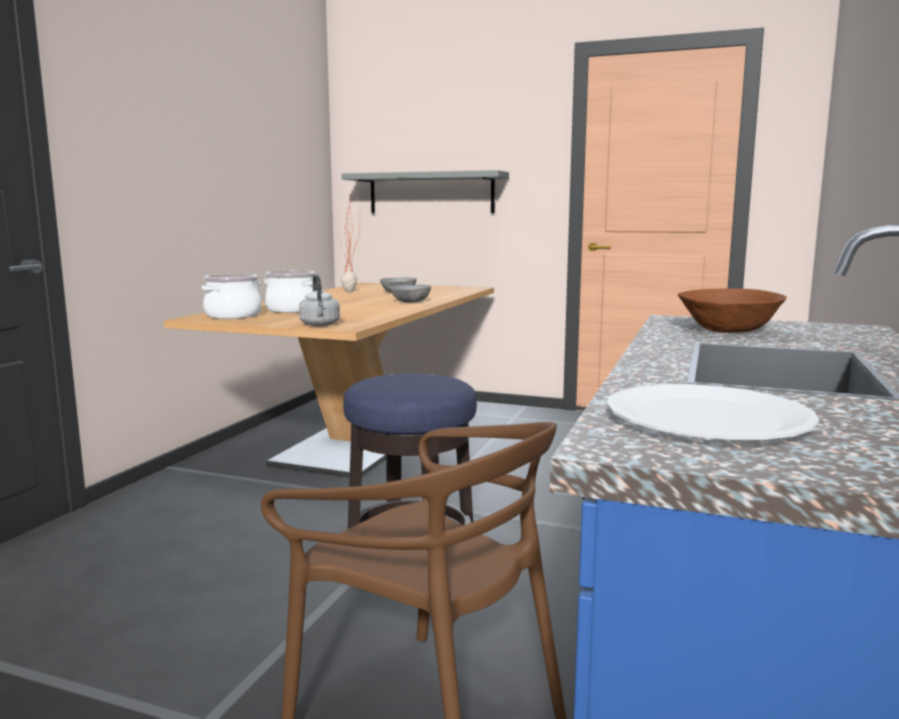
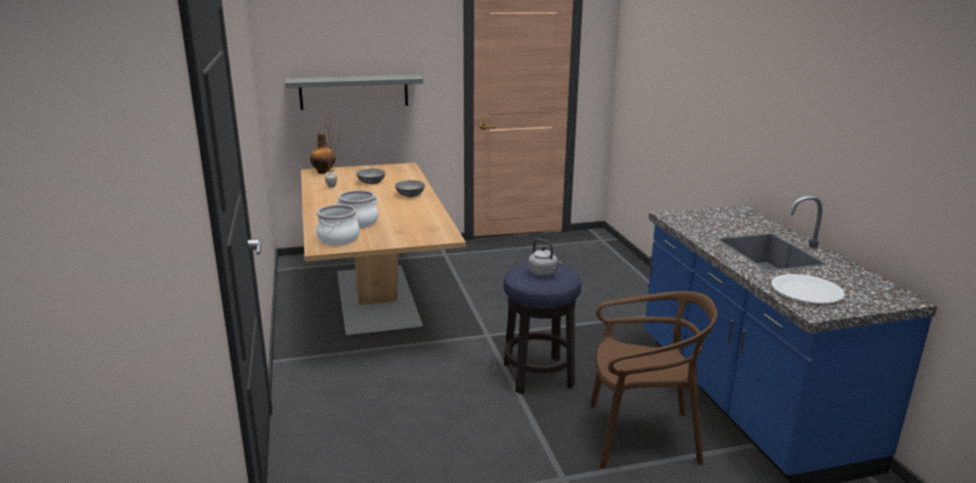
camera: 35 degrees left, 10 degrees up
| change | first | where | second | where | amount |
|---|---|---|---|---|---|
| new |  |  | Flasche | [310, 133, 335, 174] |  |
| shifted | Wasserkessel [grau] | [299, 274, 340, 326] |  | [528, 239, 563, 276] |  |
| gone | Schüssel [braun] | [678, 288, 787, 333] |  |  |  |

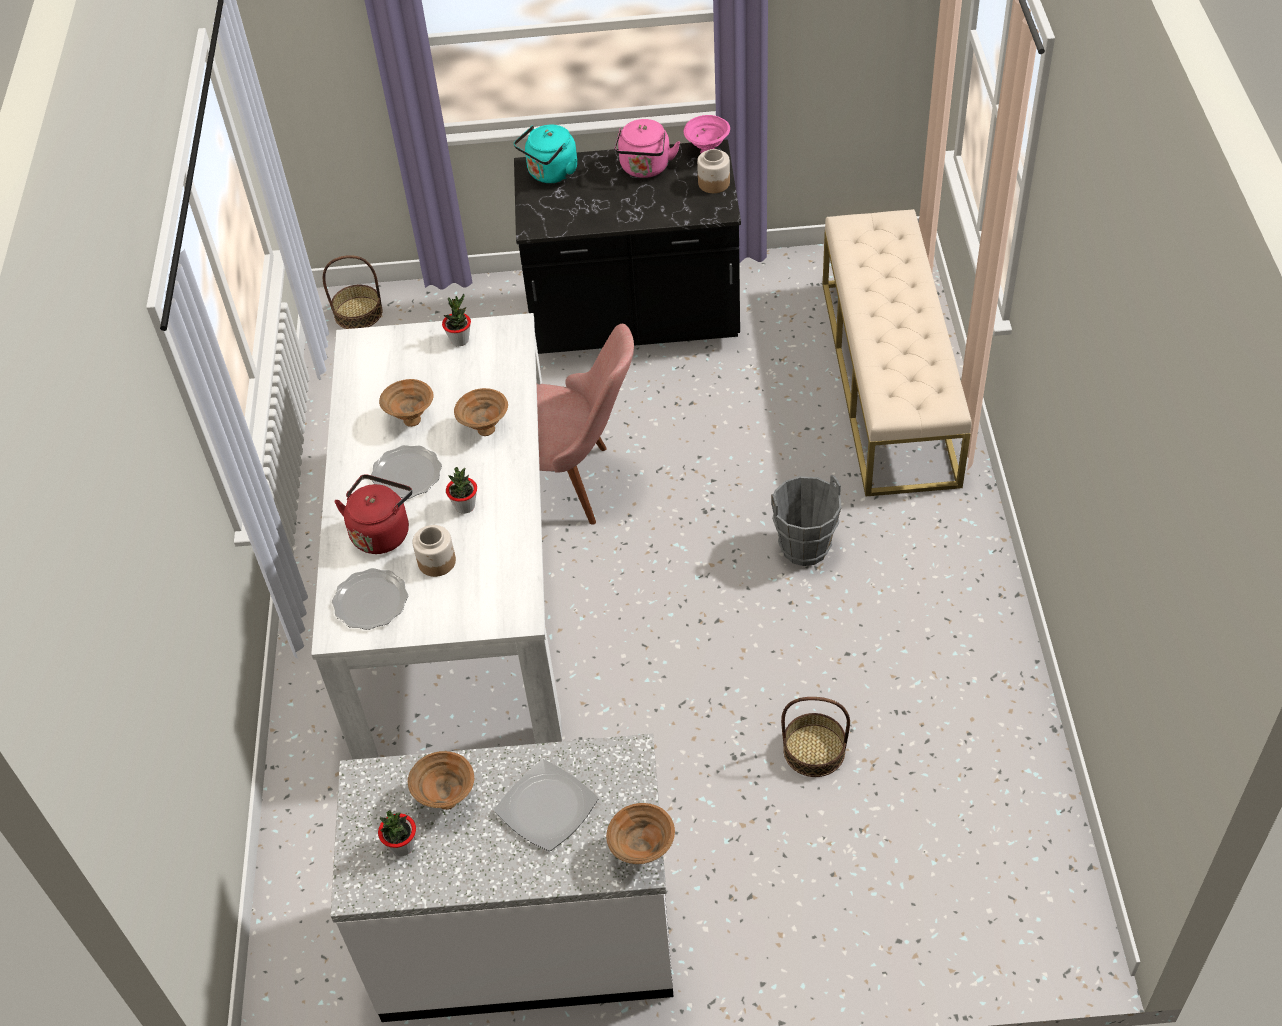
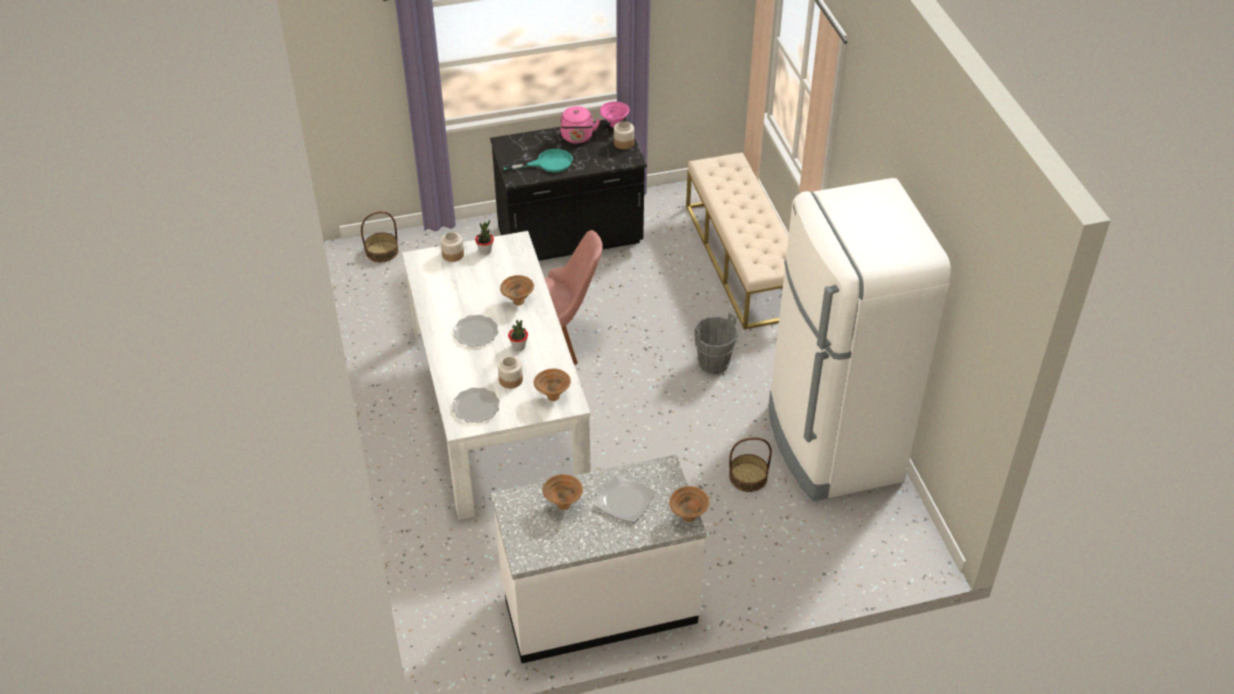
camera: 15 degrees left, 5 degrees down
| change | first | where | second | where | amount |
|---|---|---|---|---|---|
| new |  |  | Vorratsglas | [440, 232, 464, 262] |  |
| new |  |  | Pfanne [türkis] | [504, 149, 573, 172] |  |
| shifted | Schüssel [braun] | [379, 379, 434, 427] |  | [534, 368, 571, 401] |  |
| new |  |  | Kühlschrank [weiß] | [769, 178, 951, 501] |  |
| gone | Wasserkessel [rot] | [334, 474, 412, 554] |  |  |  |
| gone | Topfpflanze | [378, 810, 416, 856] |  |  |  |
| gone | Wasserkessel [türkis] | [514, 125, 577, 183] |  |  |  |

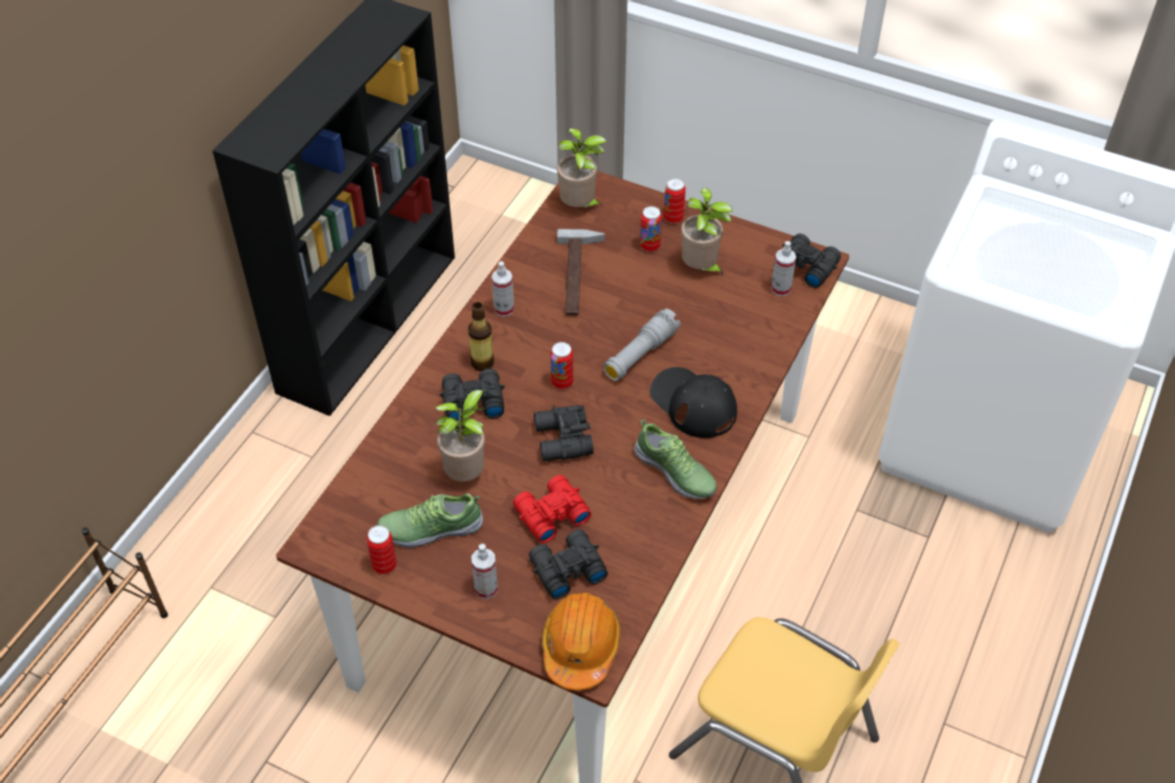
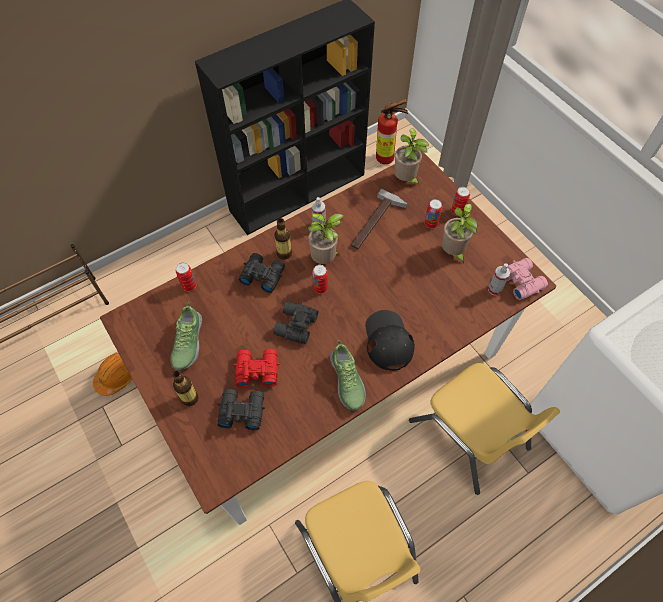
camera: 30 degrees right, 10 degrees up
| change | first | where | second | where | amount |
|---|---|---|---|---|---|
| shifted | Schutzhelm [orange] | [542, 593, 621, 690] |  | [93, 353, 133, 396] |  |
| rotated | Schuh | [377, 493, 483, 548] |  | [171, 302, 202, 370] | 105 degrees counterclockwise |
| swapped | Sprühflasche | [471, 544, 498, 599] | Flasche | [172, 370, 199, 406] |  |
| shifted | Dose | [367, 525, 397, 574] |  | [176, 262, 196, 291] |  |
| shifted | Topfpflanze | [435, 389, 486, 482] |  | [308, 213, 344, 264] |  |
| new |  |  | Feuerlöscher | [376, 99, 408, 164] |  |
| new |  |  | Stuhl [gelb] | [409, 363, 560, 495] |  |
| repainted | Fernglas [schwarz] | [774, 234, 841, 288] | Fernglas [rosa] | [507, 258, 548, 300] |  |
| gone | Taschenlampe [grau] | [603, 309, 681, 381] |  |  |  |

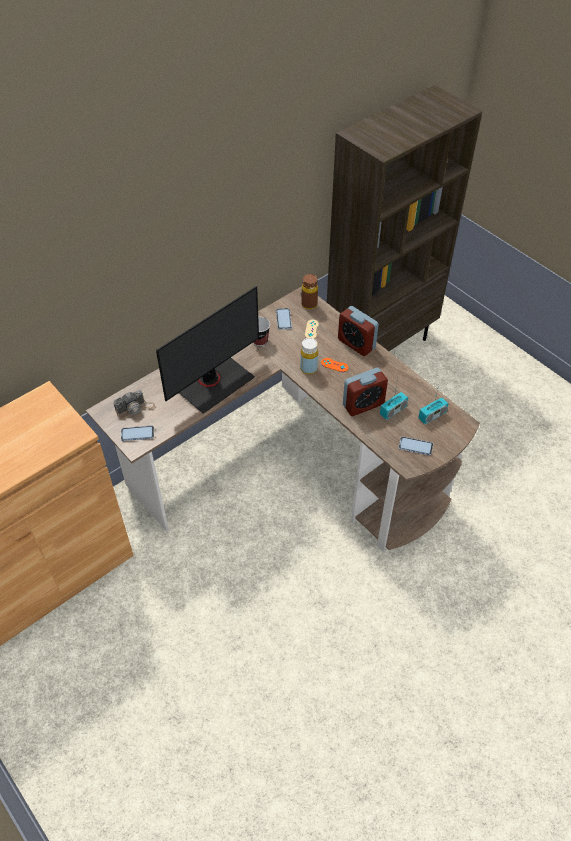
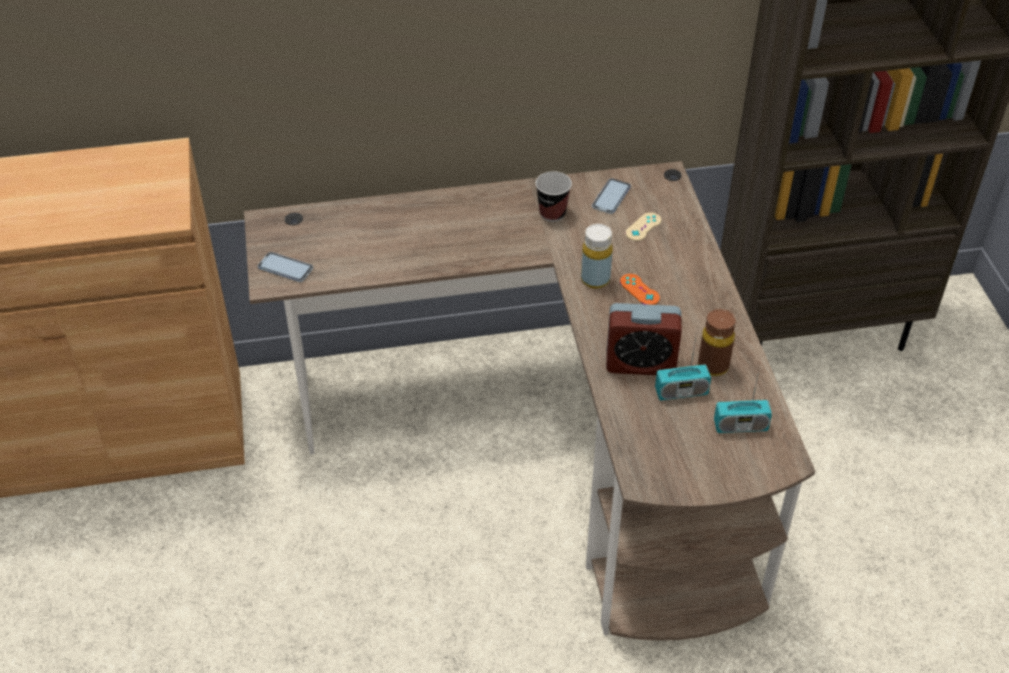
camera: 30 degrees right, 5 degrees down
| change | first | where | second | where | amount |
|---|---|---|---|---|---|
| shifted | Flasche [braun] | [301, 274, 318, 310] |  | [698, 309, 736, 376] |  |
| gone | Kamera | [114, 390, 155, 419] |  |  |  |
| gone | Monitor | [156, 286, 259, 414] |  |  |  |
| gone | Wecker | [338, 306, 379, 356] |  |  |  |
| gone | Handy | [398, 436, 433, 456] |  |  |  |

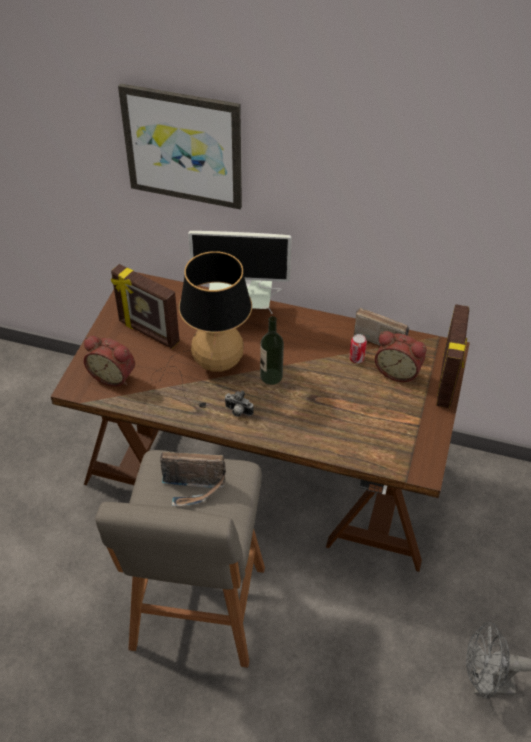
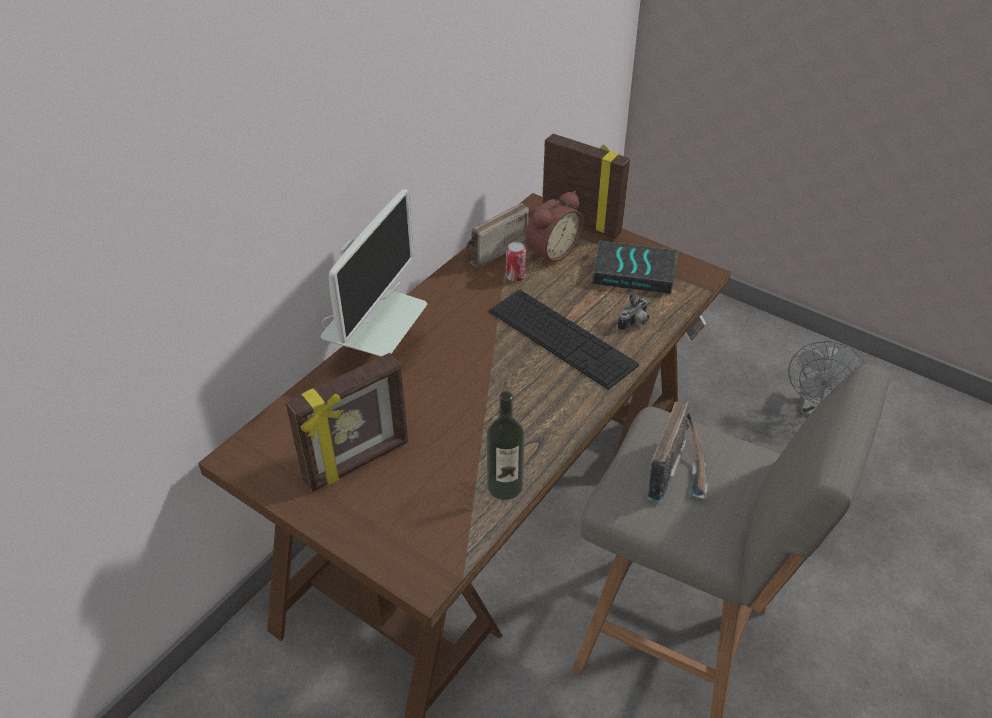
camera: 70 degrees left, 5 degrees down
| change | first | where | second | where | amount |
|---|---|---|---|---|---|
| shifted | Flasche | [260, 316, 284, 385] |  | [487, 391, 525, 500] |  |
| new |  |  | Tastatur | [489, 290, 639, 390] |  |
| new |  |  | Buch | [592, 241, 679, 294] |  |
| shifted | Kamera | [224, 390, 254, 417] |  | [618, 293, 650, 331] |  |
| gone | Wecker | [84, 336, 135, 387] |  |  |  |
| gone | Bild | [118, 83, 242, 209] |  |  |  |
| gone | Tischlampe | [151, 251, 252, 408] |  |  |  |

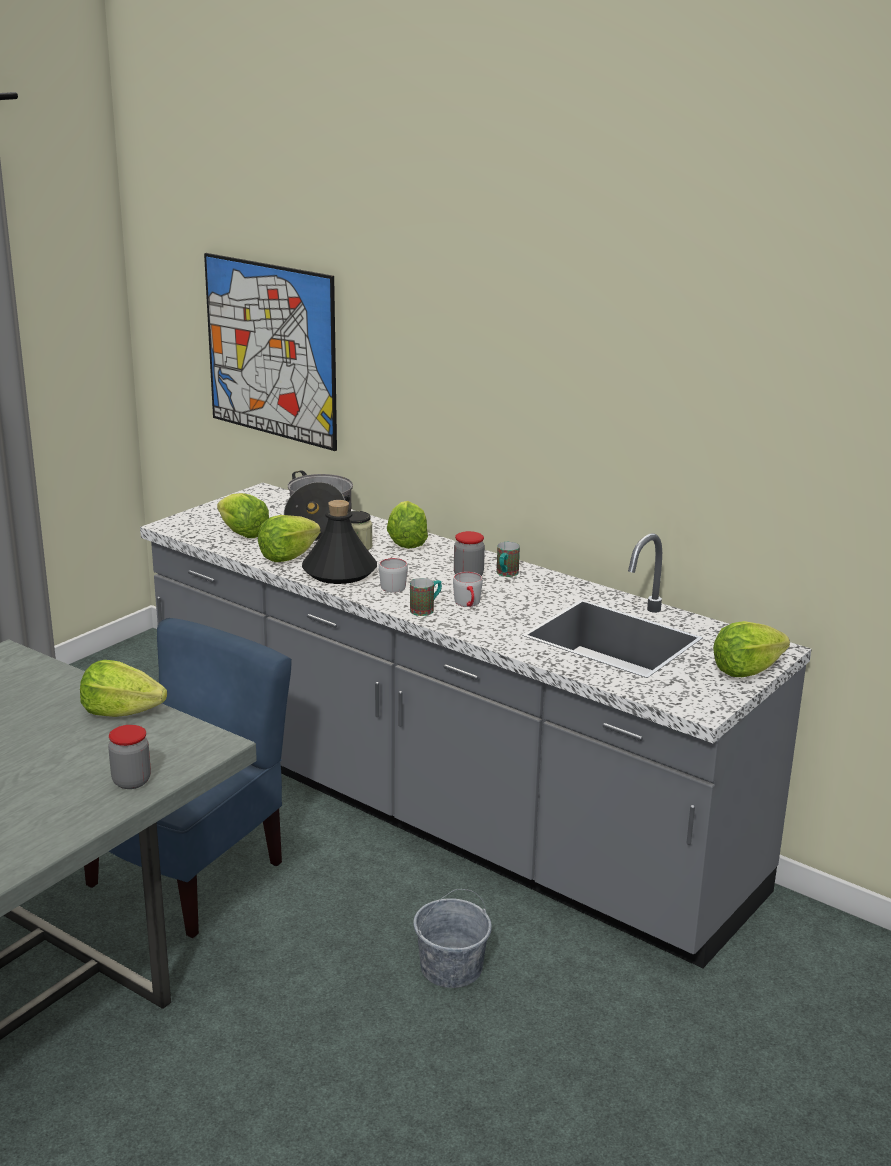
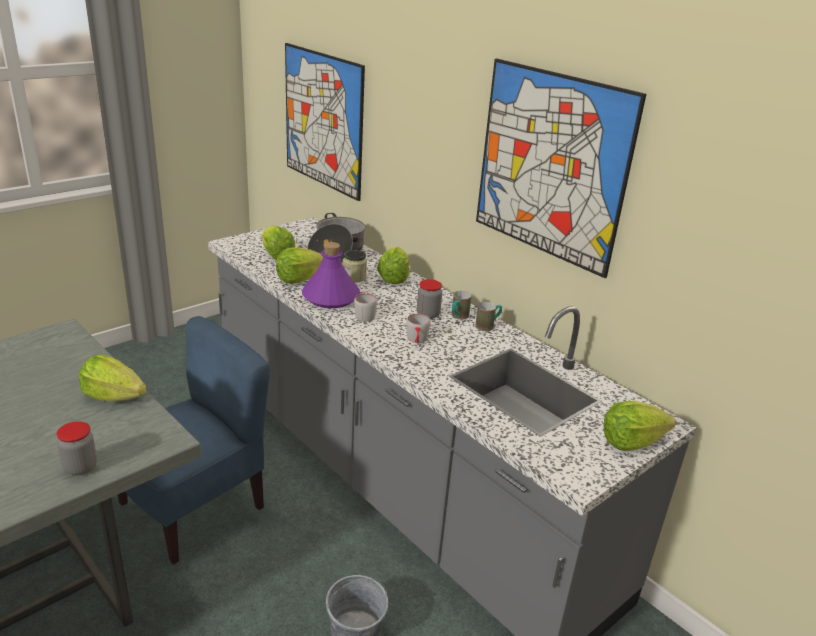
camera: 10 degrees right, 5 degrees up
| change | first | where | second | where | amount |
|---|---|---|---|---|---|
| repainted | Flasche [schwarz] | [302, 500, 377, 584] | Flasche [lila] | [302, 242, 360, 308] |  |
| shifted | Henkelbecher | [410, 578, 442, 616] |  | [475, 302, 502, 331] |  |
| new |  |  | Bild | [476, 59, 646, 278] |  |

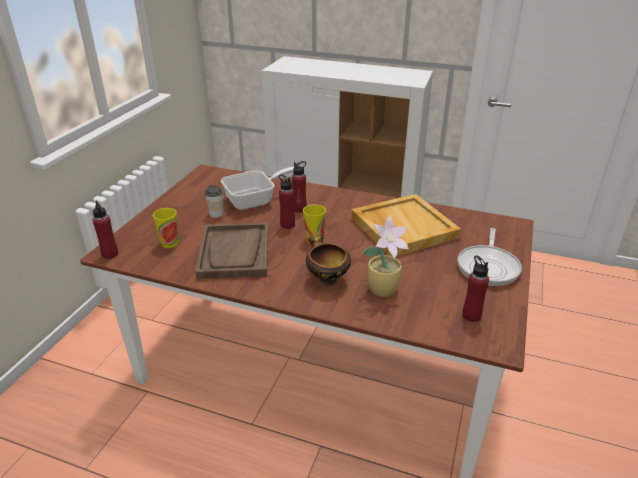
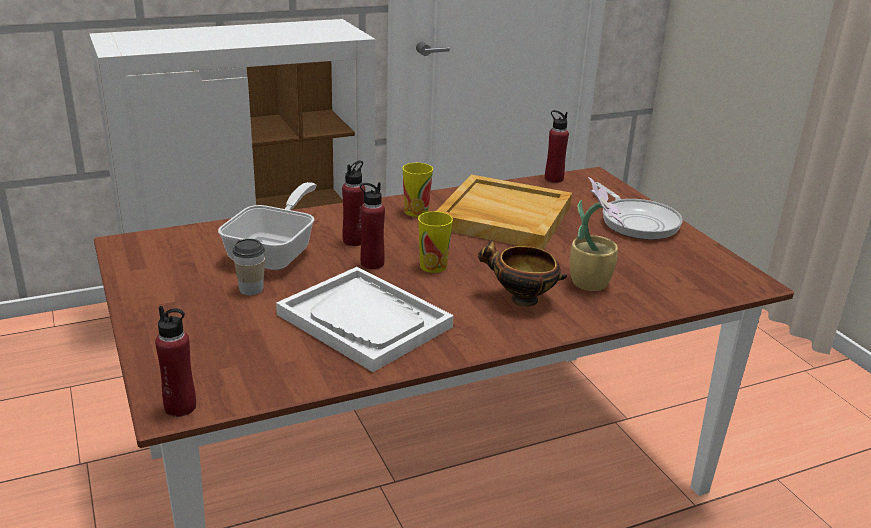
camera: 45 degrees left, 5 degrees down
| change | first | where | second | where | amount |
|---|---|---|---|---|---|
| repainted | Tablett [braun] | [195, 223, 268, 279] | Tablett [weiß] | [276, 267, 453, 372] |  |
| shifted | Tasse | [153, 208, 179, 248] |  | [402, 163, 433, 217] |  |
| shifted | Flasche [rot] | [462, 255, 489, 322] |  | [545, 110, 569, 183] |  |

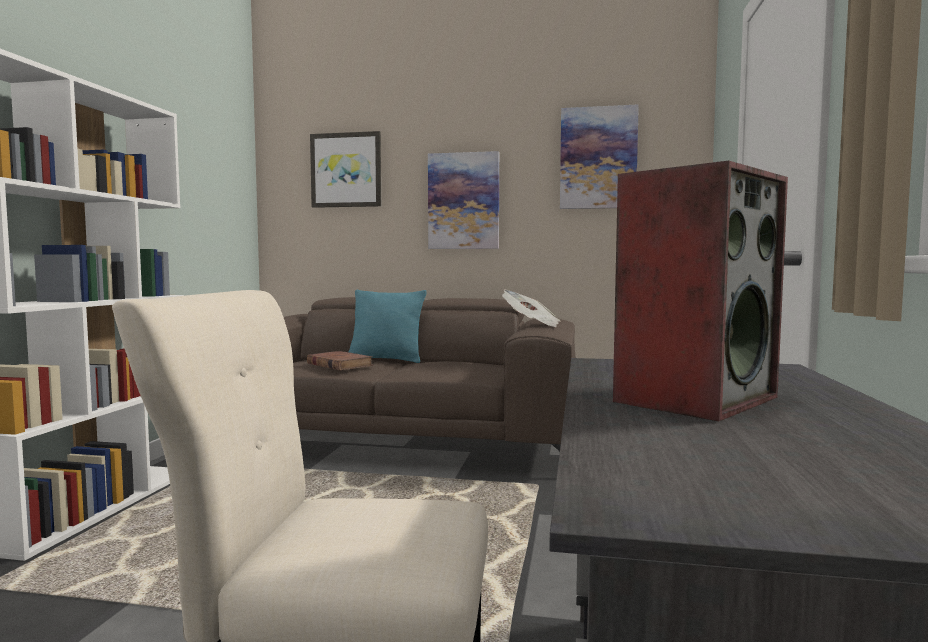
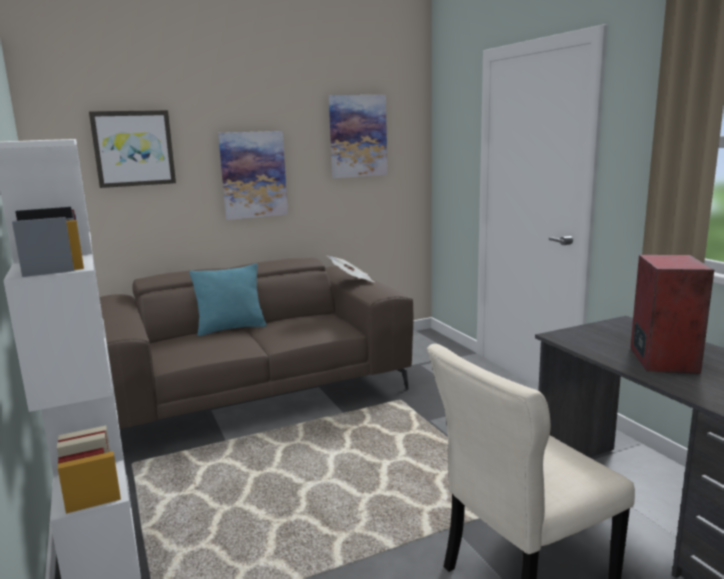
camera: 35 degrees left, 10 degrees up
| change | first | where | second | where | amount |
|---|---|---|---|---|---|
| gone | Buch [braun] | [307, 351, 373, 370] |  |  |  |

